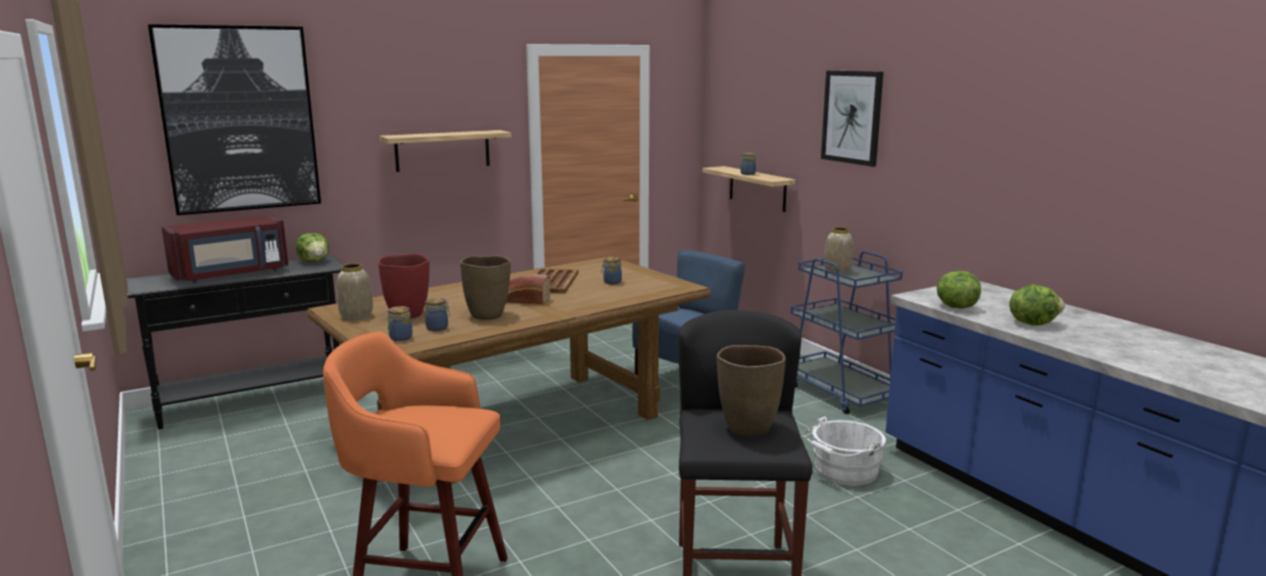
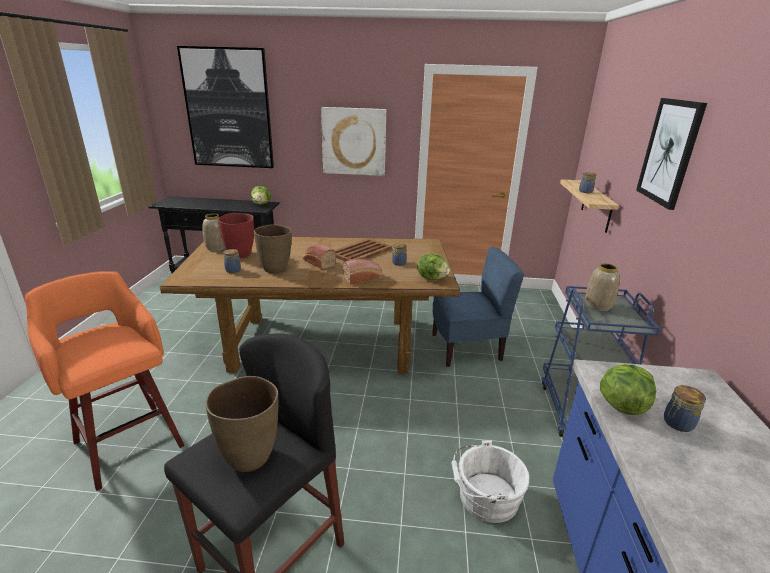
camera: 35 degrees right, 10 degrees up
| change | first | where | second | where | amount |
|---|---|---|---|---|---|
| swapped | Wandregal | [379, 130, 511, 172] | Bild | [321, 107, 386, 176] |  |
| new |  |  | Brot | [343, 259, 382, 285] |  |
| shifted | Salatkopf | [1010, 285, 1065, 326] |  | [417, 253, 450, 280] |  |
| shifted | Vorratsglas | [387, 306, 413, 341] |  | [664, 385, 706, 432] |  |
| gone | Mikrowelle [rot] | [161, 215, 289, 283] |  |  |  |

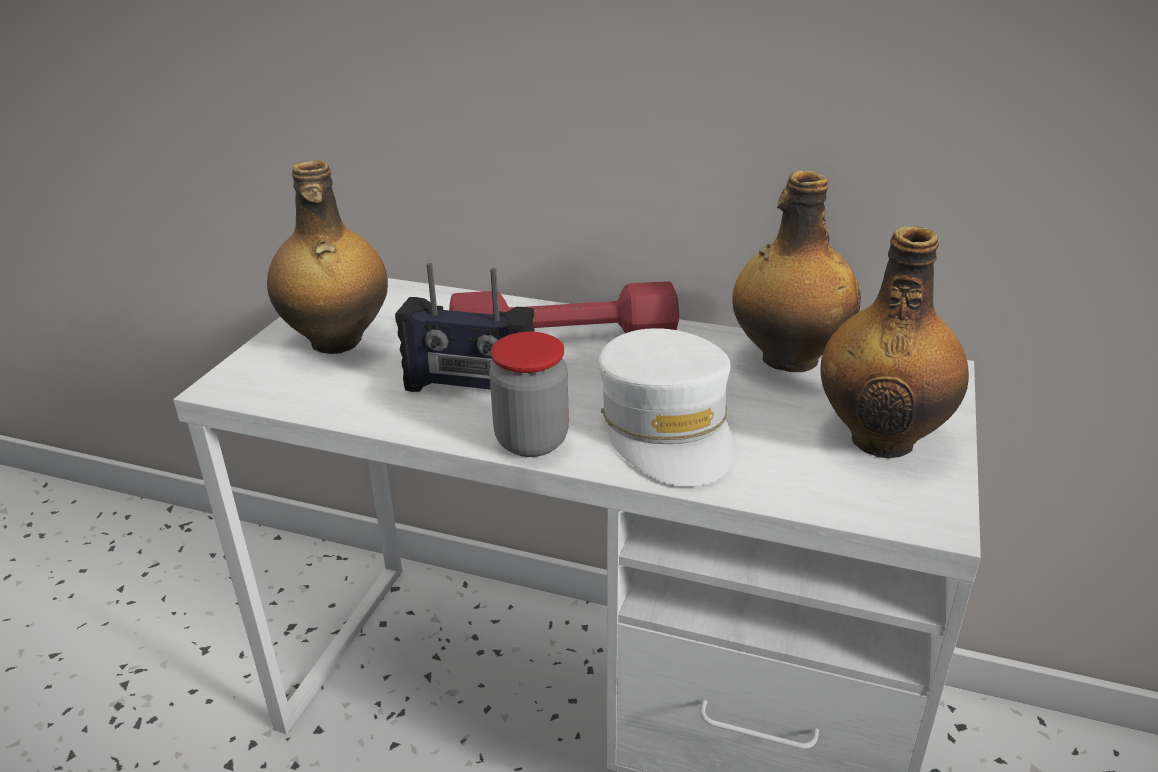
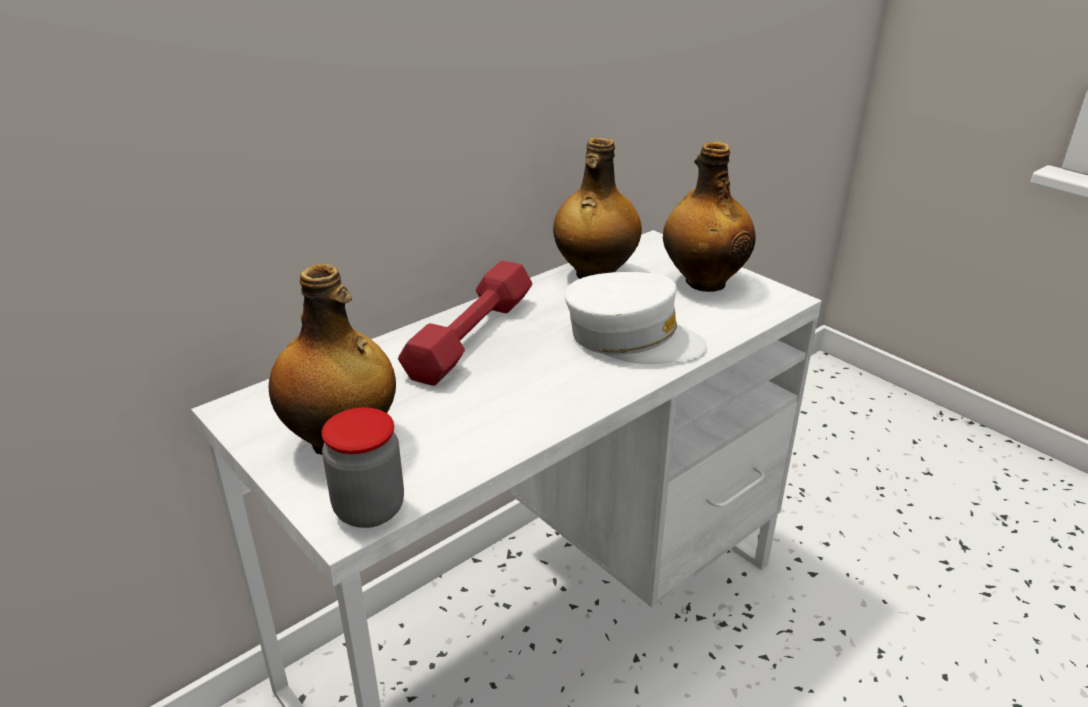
camera: 60 degrees left, 0 degrees up
| change | first | where | second | where | amount |
|---|---|---|---|---|---|
| shifted | Vorratsglas | [489, 332, 569, 457] |  | [322, 408, 404, 528] |  |
| gone | Radio | [395, 263, 535, 392] |  |  |  |

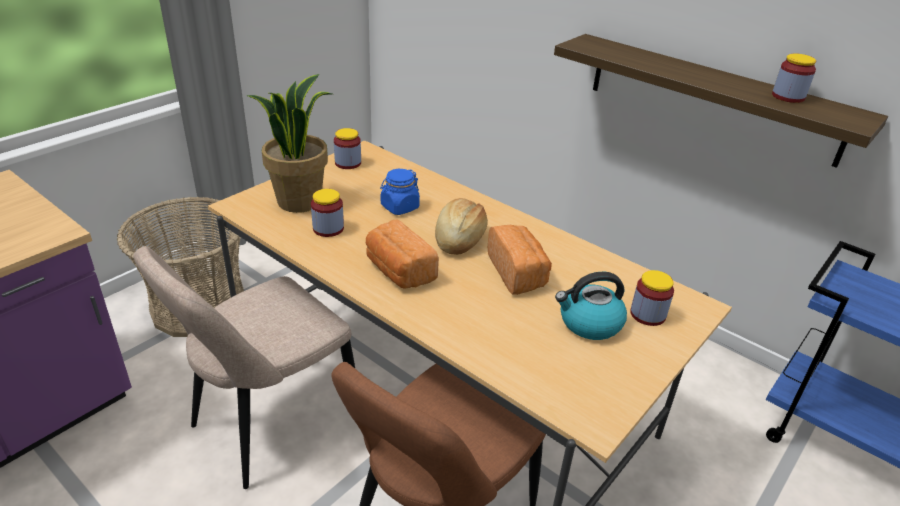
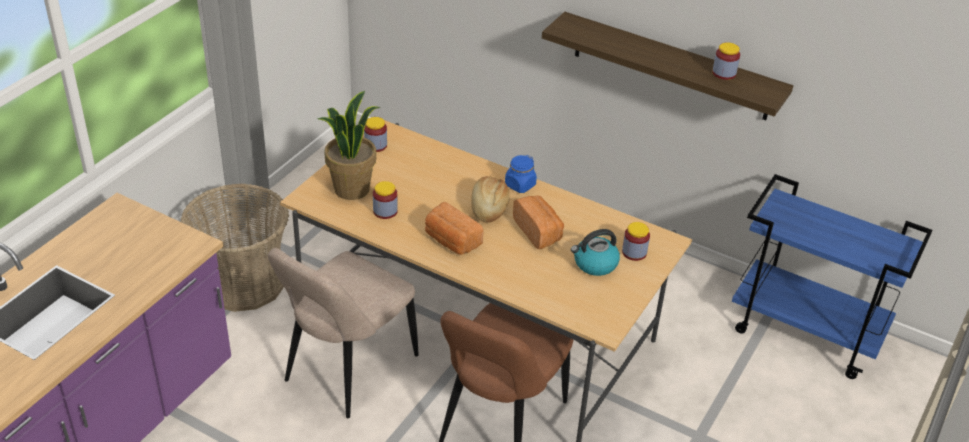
camera: 10 degrees left, 5 degrees up
| change | first | where | second | where | amount |
|---|---|---|---|---|---|
| shifted | Vorratsglas [blau] | [380, 169, 420, 215] |  | [505, 155, 537, 193] |  |

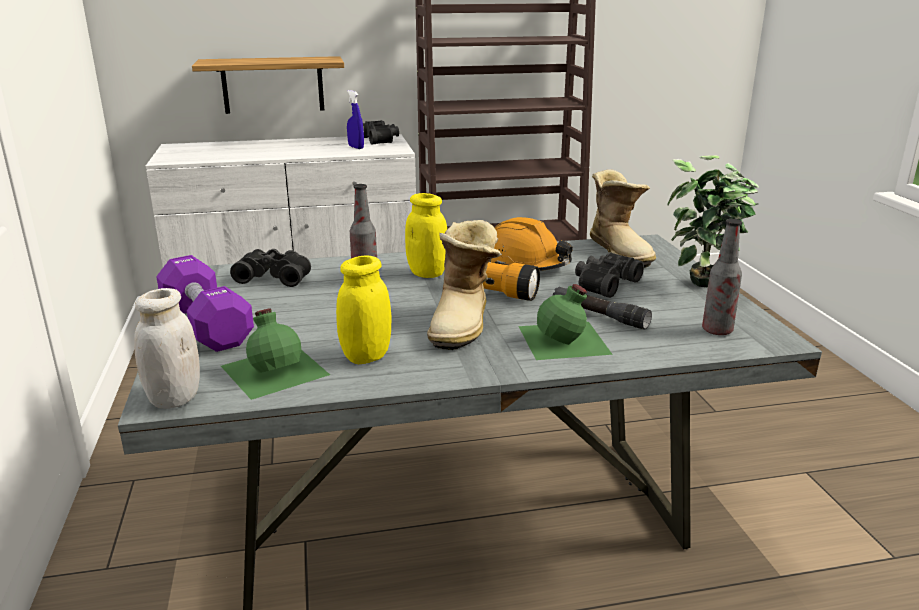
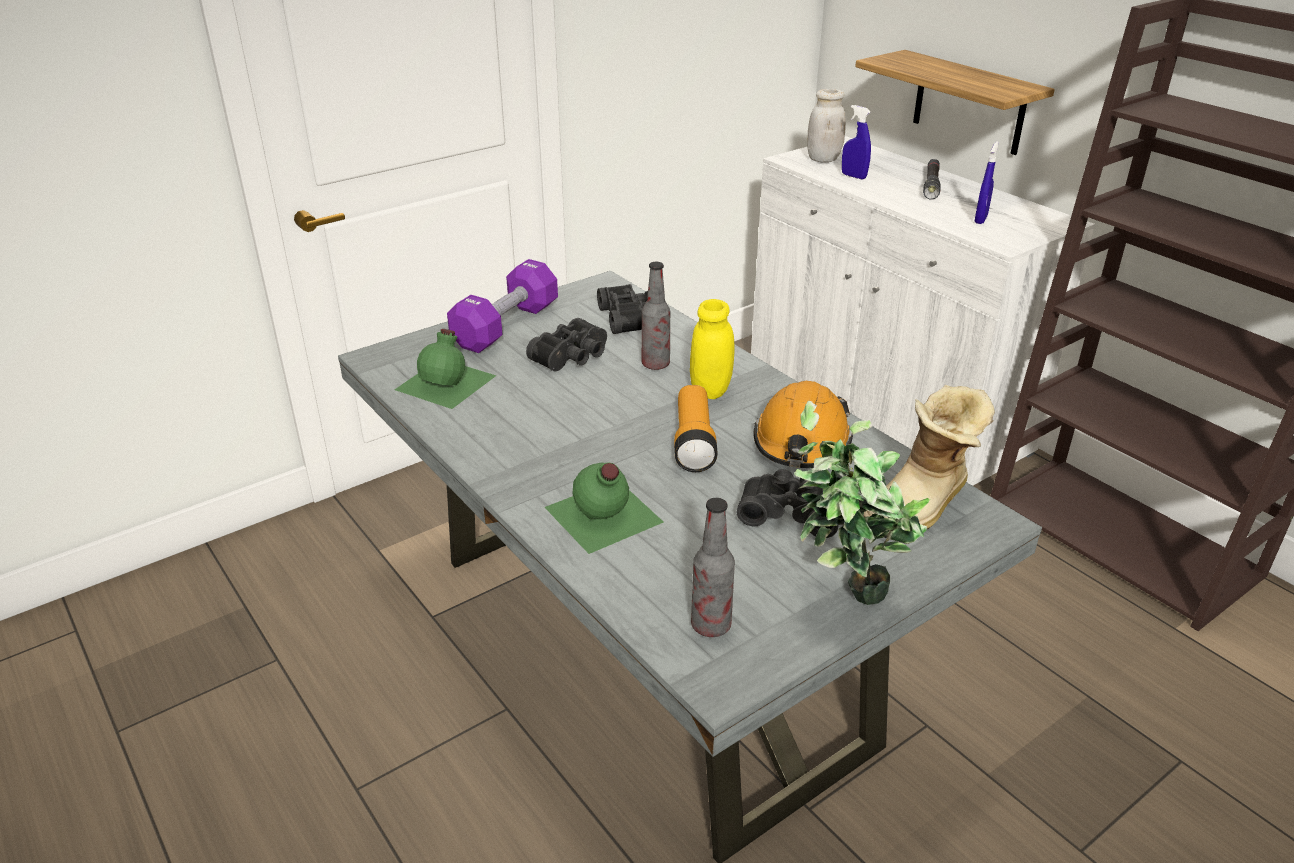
camera: 65 degrees right, 10 degrees up
| change | first | where | second | where | amount |
|---|---|---|---|---|---|
| shifted | Fernglas [schwarz] | [363, 120, 399, 144] |  | [526, 318, 607, 371] |  |
| shifted | Vorratsglas [weiß] | [134, 288, 200, 409] |  | [807, 89, 846, 162] |  |
| new |  |  | Sprühflasche [blau] | [842, 105, 871, 179] |  |
| shifted | Taschenlampe [schwarz] | [553, 287, 652, 329] |  | [923, 159, 941, 200] |  |
| gone | Vorratsglas [gelb] | [336, 256, 391, 364] |  |  |  |
| gone | Stiefel | [427, 220, 501, 350] |  |  |  |

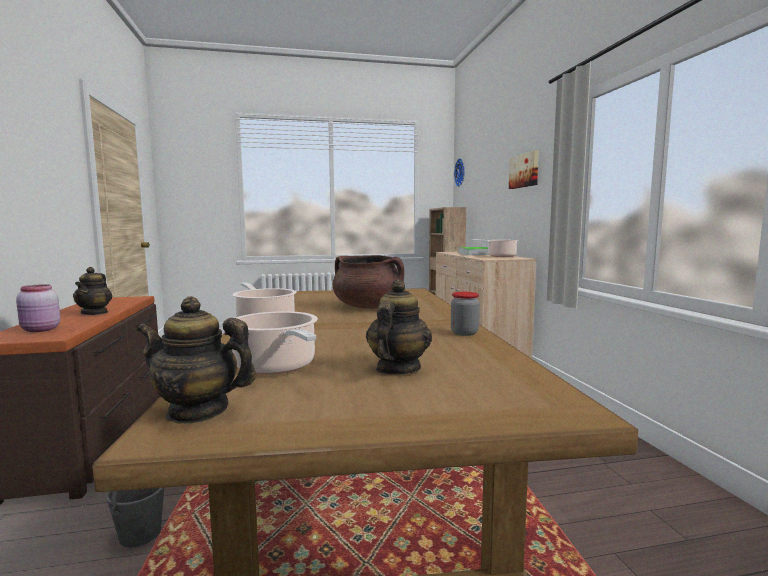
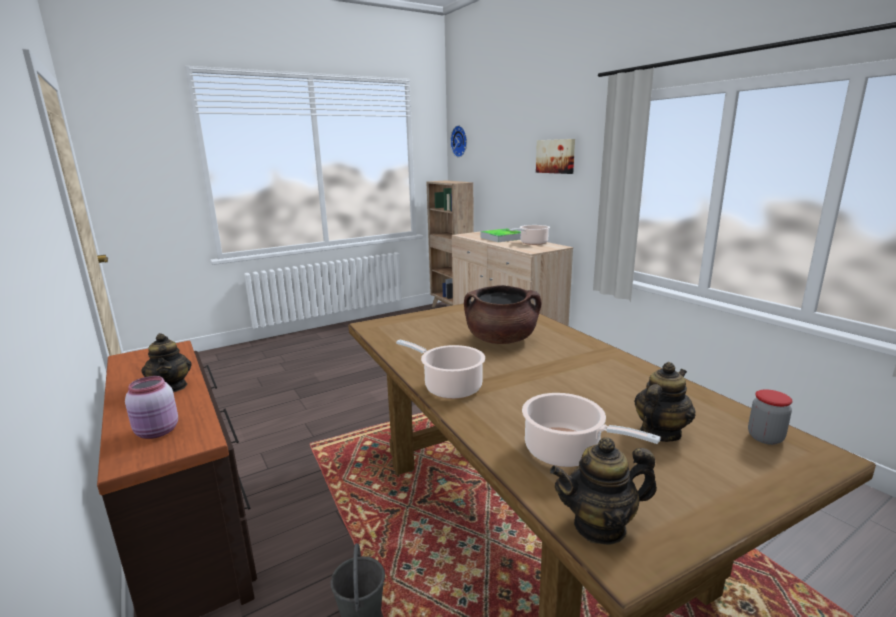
camera: 20 degrees left, 10 degrees up
| change | first | where | second | where | amount |
|---|---|---|---|---|---|
| rotated | Teekanne | [366, 279, 432, 375] |  | [634, 362, 695, 442] | 45 degrees clockwise |
| shifted | Vorratsglas | [451, 292, 480, 336] |  | [748, 389, 792, 445] |  |

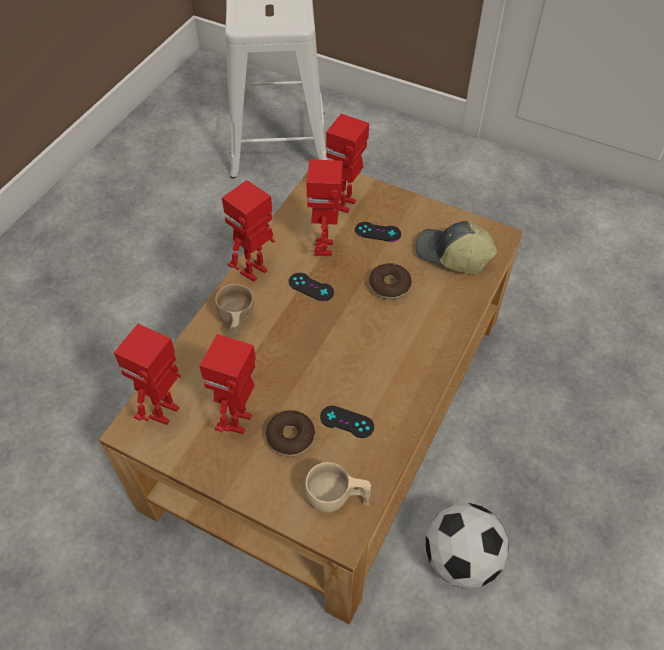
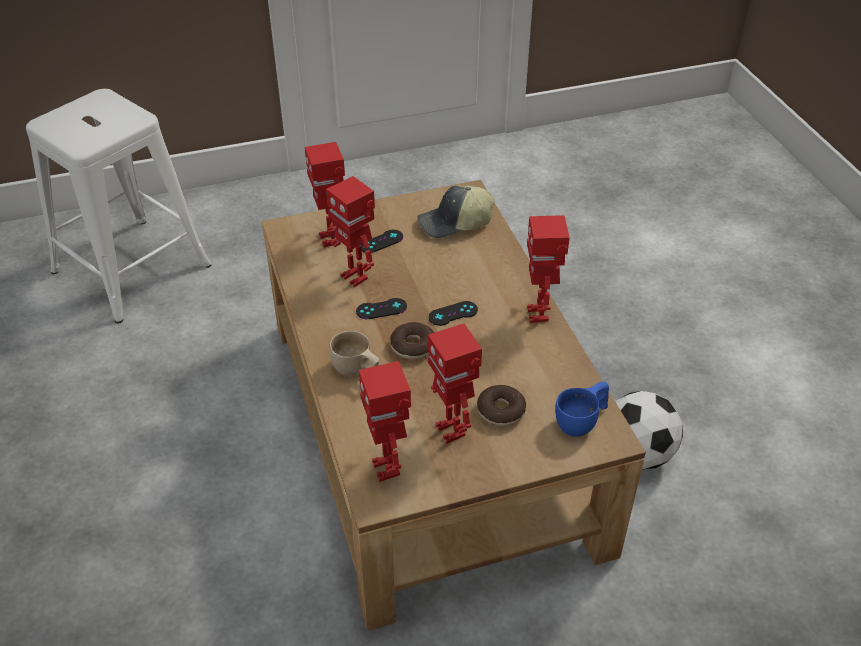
camera: 45 degrees left, 10 degrees down
| change | first | where | second | where | amount |
|---|---|---|---|---|---|
| shifted | Donut | [369, 263, 412, 299] |  | [390, 322, 434, 359] |  |
| shifted | Gamepad [schwarz] | [320, 406, 374, 438] |  | [429, 301, 478, 326] |  |
| shifted | Spielzeugroboter | [222, 180, 275, 282] |  | [527, 215, 570, 323] |  |
| repainted | Tasse [beige] | [305, 462, 371, 513] | Tasse [blau] | [555, 382, 609, 437] |  |

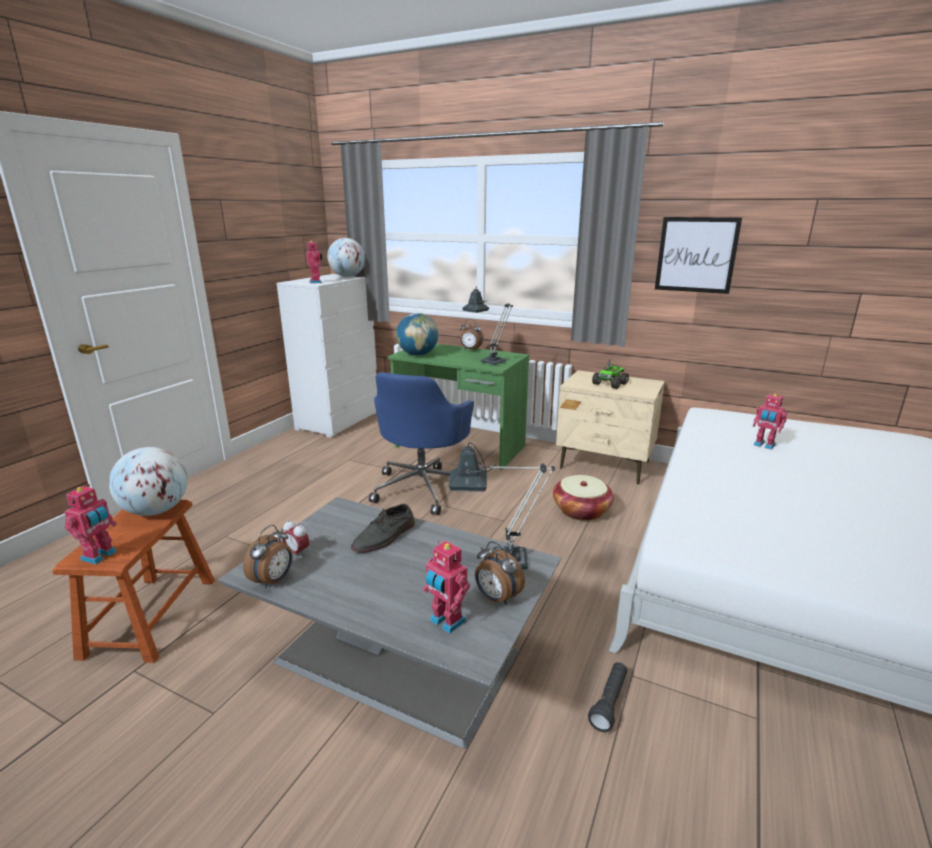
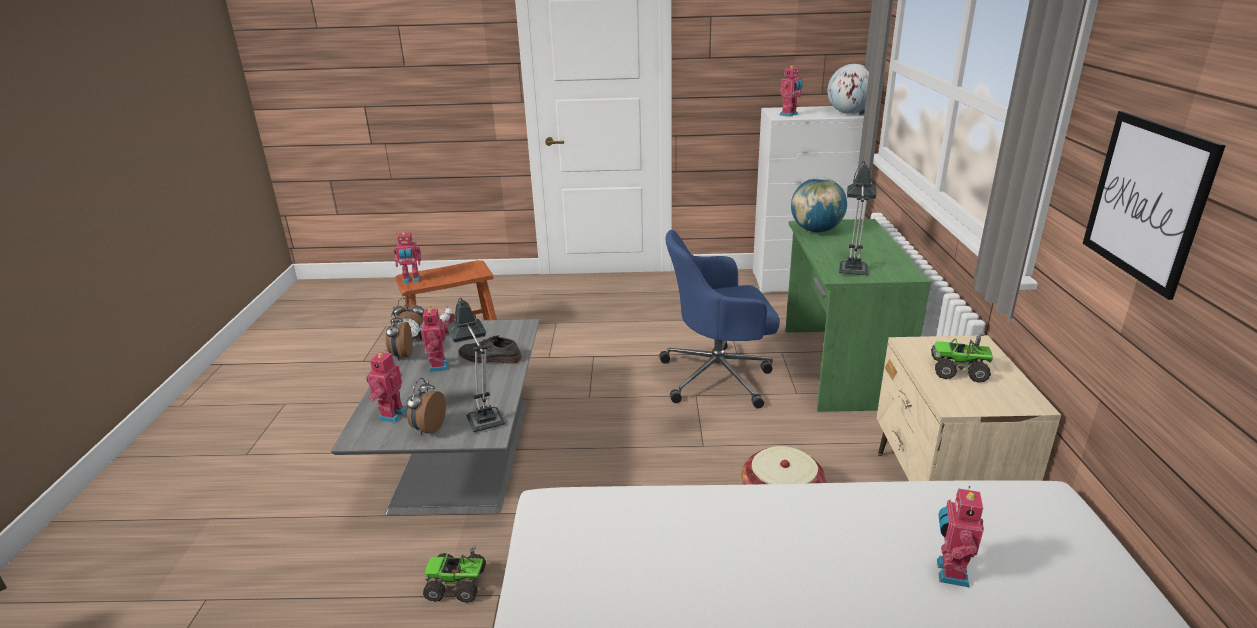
camera: 65 degrees right, 5 degrees up
| change | first | where | second | where | amount |
|---|---|---|---|---|---|
| shifted | Wecker | [460, 319, 484, 351] |  | [386, 312, 413, 361] |  |
| new |  |  | Spielzeugroboter | [418, 306, 449, 372] |  |
| swapped | Taschenlampe [schwarz] | [588, 662, 627, 732] | Spielzeuglaster | [423, 546, 486, 603] |  |
| gone | Globus | [109, 447, 188, 516] |  |  |  |

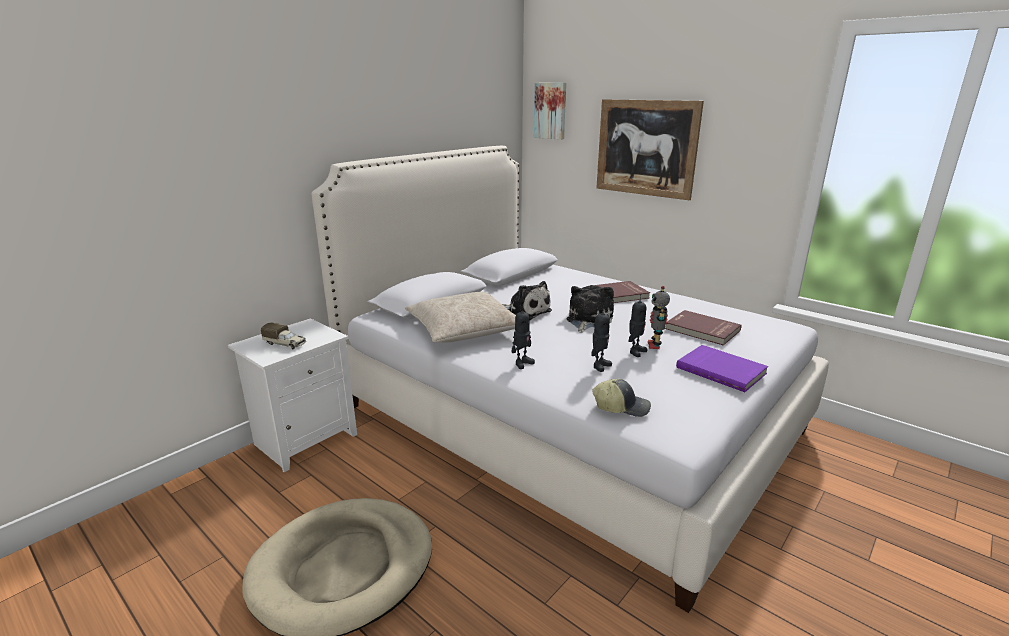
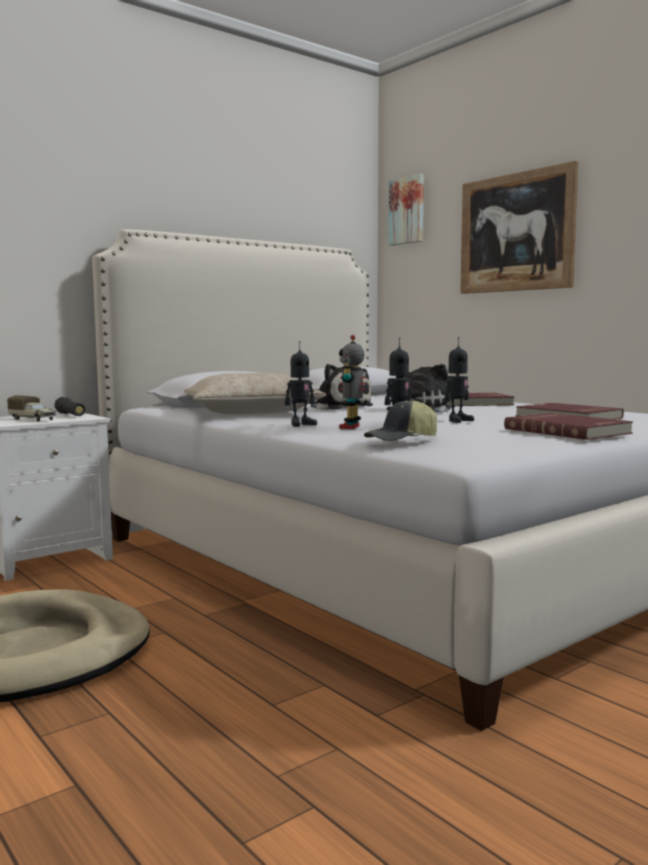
camera: 10 degrees right, 15 degrees down
| change | first | where | second | where | amount |
|---|---|---|---|---|---|
| new |  |  | Taschenlampe [schwarz] | [54, 397, 86, 416] |  |
| shifted | Spielzeugroboter | [648, 286, 670, 349] |  | [339, 335, 365, 429] |  |
| rotated | Kappe | [592, 379, 651, 417] |  | [364, 399, 437, 441] | 135 degrees clockwise |
| repainted | Buch [lila] | [676, 345, 768, 392] | Buch [rot] | [504, 413, 633, 440] |  |

